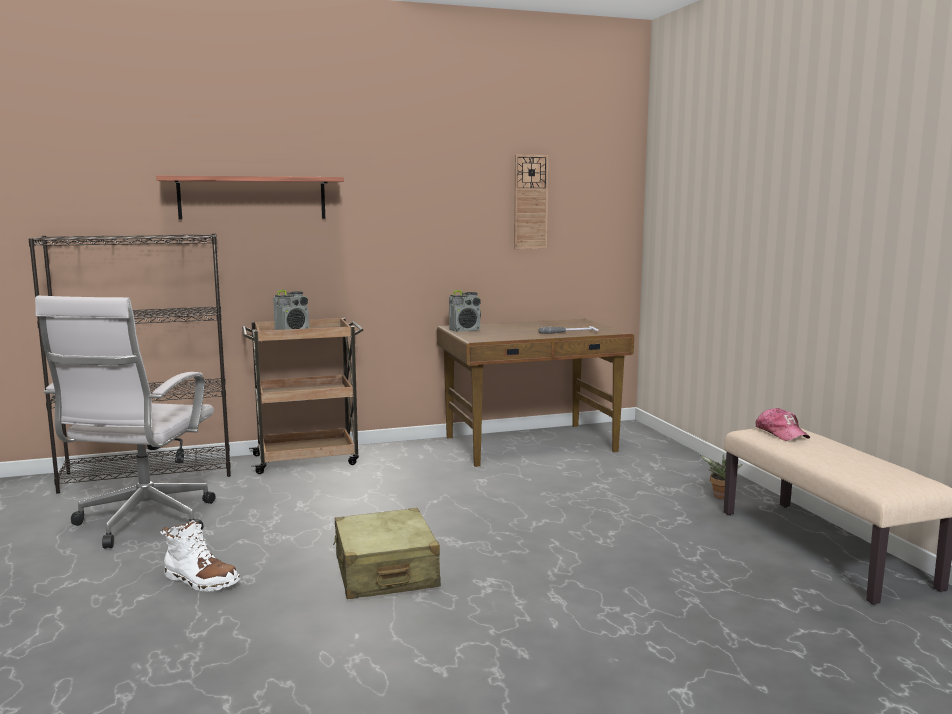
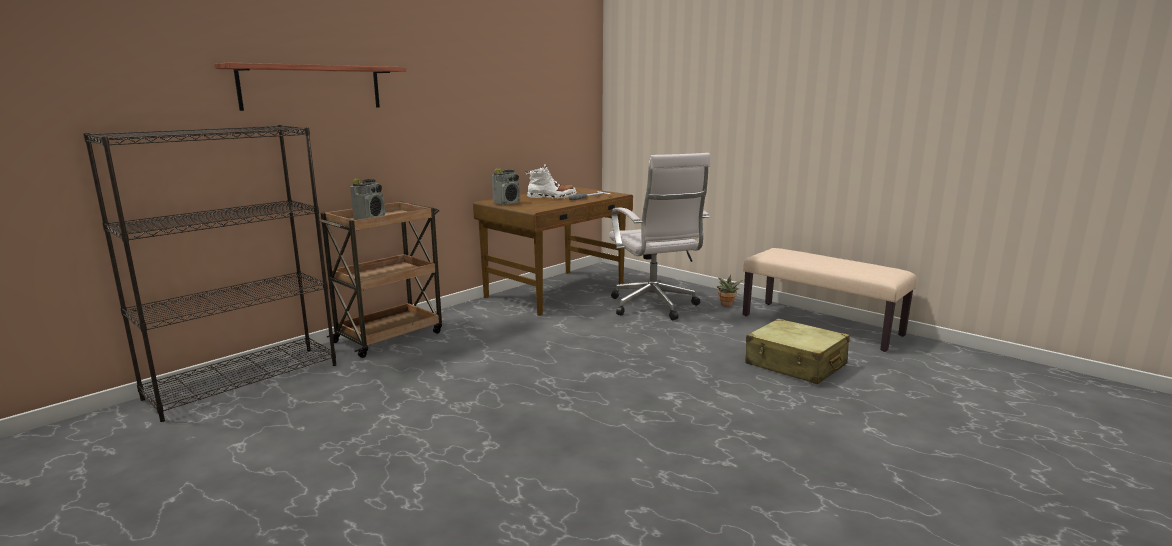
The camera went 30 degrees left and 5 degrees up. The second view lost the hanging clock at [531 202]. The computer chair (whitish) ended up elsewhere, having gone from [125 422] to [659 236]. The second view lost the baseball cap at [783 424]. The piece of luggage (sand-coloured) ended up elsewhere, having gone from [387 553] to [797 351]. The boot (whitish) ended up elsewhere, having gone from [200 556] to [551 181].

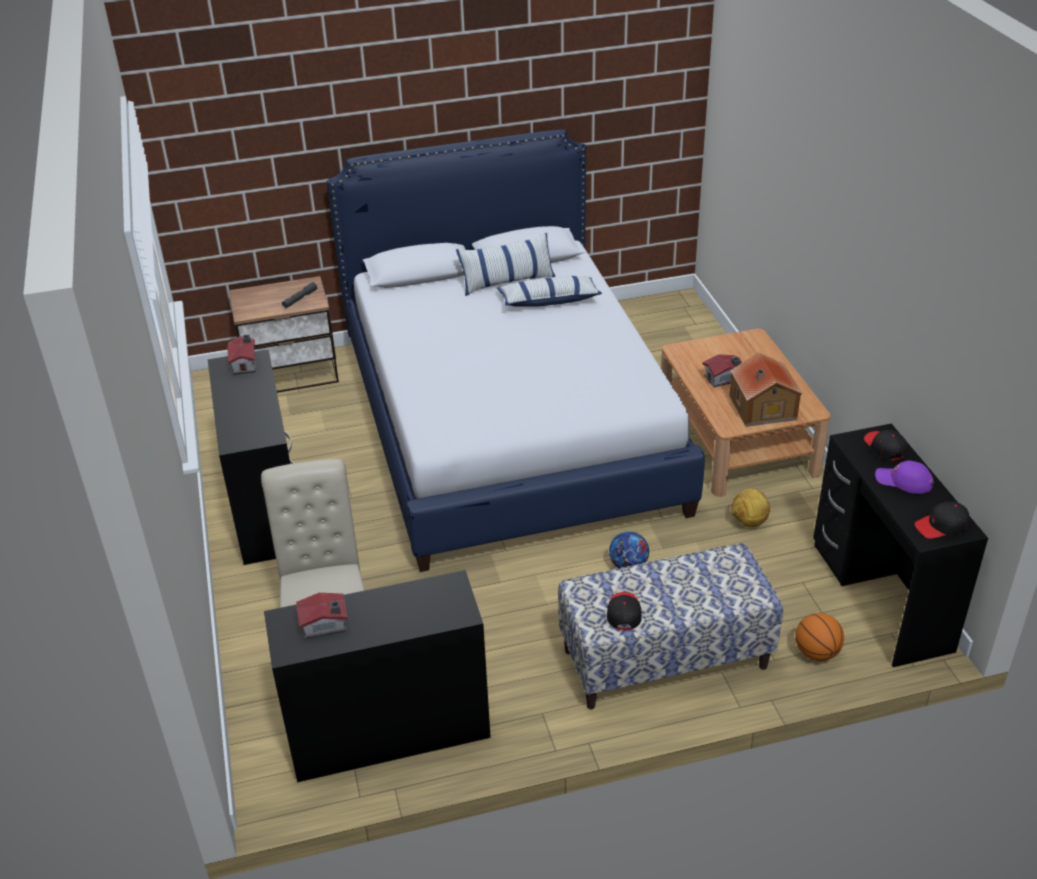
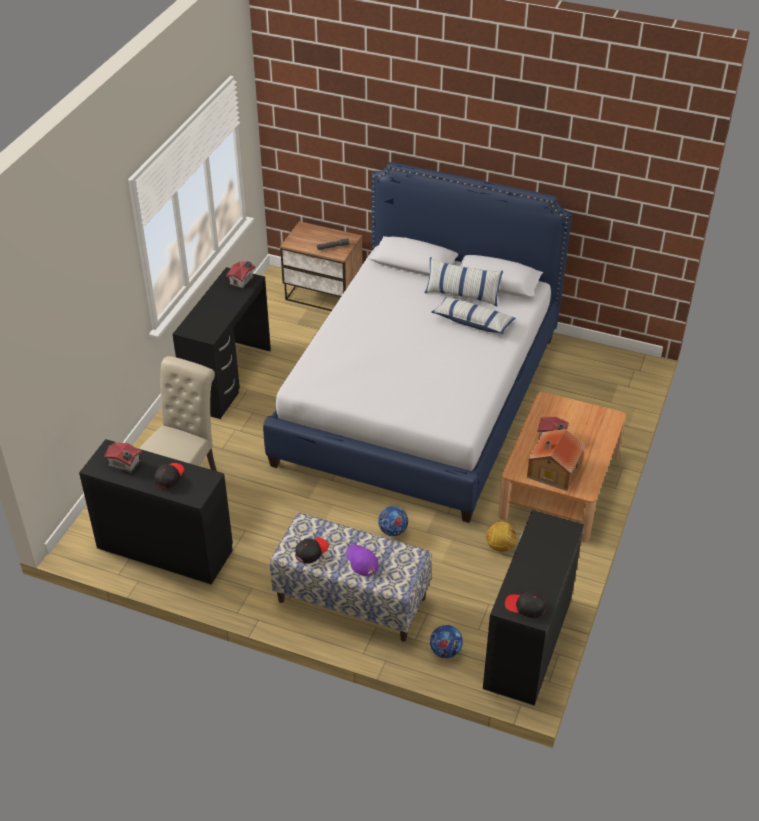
The camera went 35 degrees right and 5 degrees up. The baseball cap (black) ended up elsewhere, having gone from [885 445] to [169 476]. The baseball cap (purplish) ended up elsewhere, having gone from [904 477] to [362 560]. Where the basketball ball stood at [819 637], the football came to stand at [446 641].

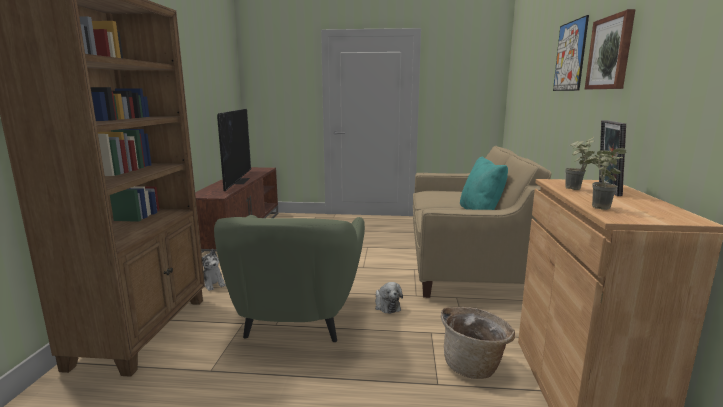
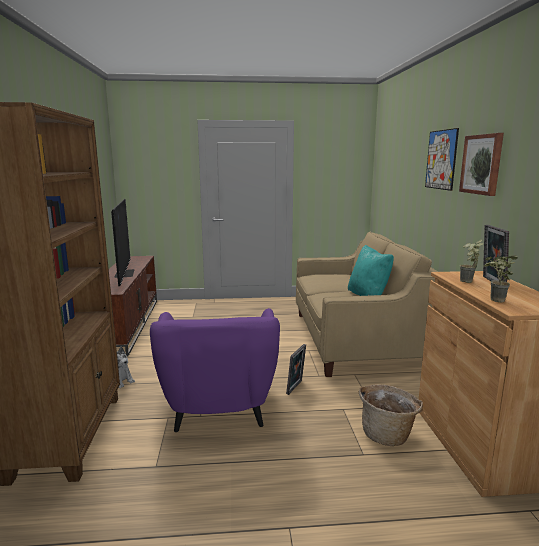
The camera went 10 degrees left and 0 degrees up. What was the lounge chair (green) at [289 278] turned into the lounge chair (purplish) at [215 370]. Where the soft toy stood at [389 298], the standing frame came to stand at [296 369].

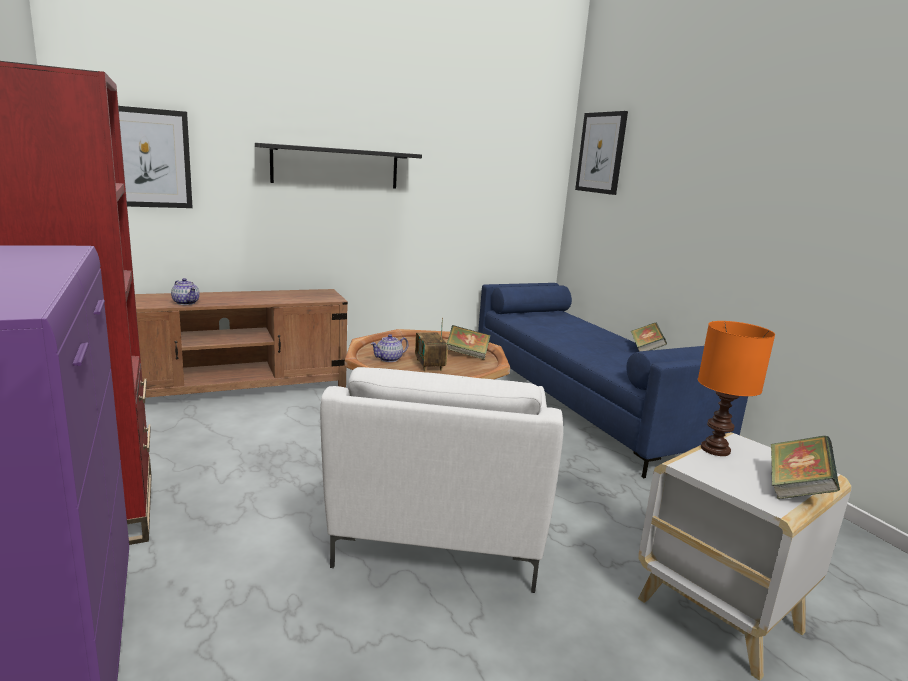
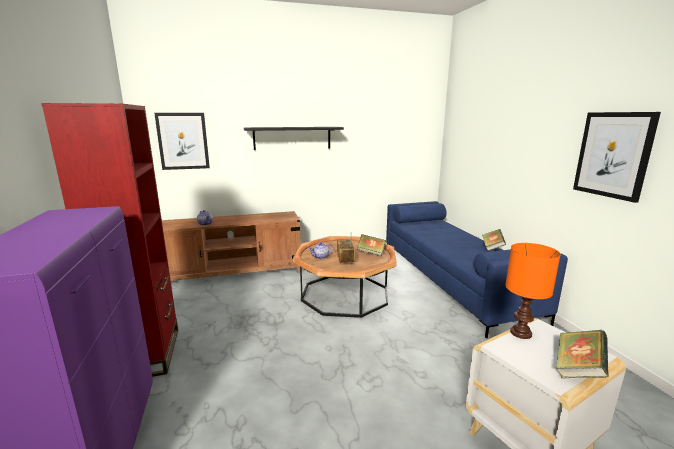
The camera went 10 degrees right and 0 degrees up. The picture ended up elsewhere, having gone from [601 153] to [617 157]. The second view lost the lounge chair (whitish) at [441 480].

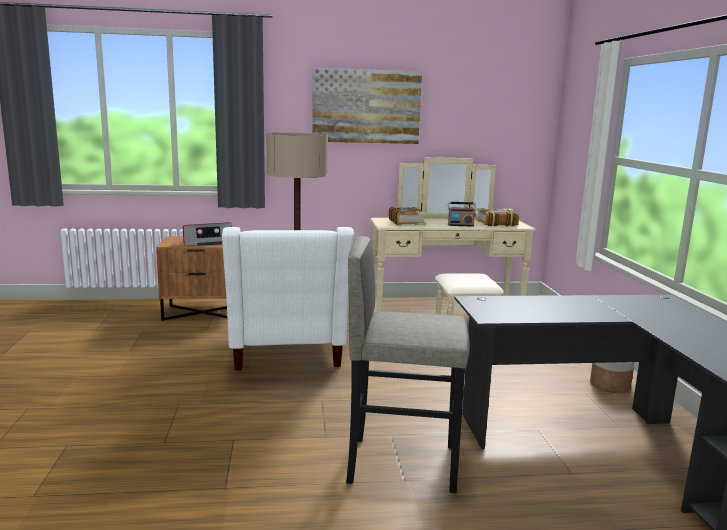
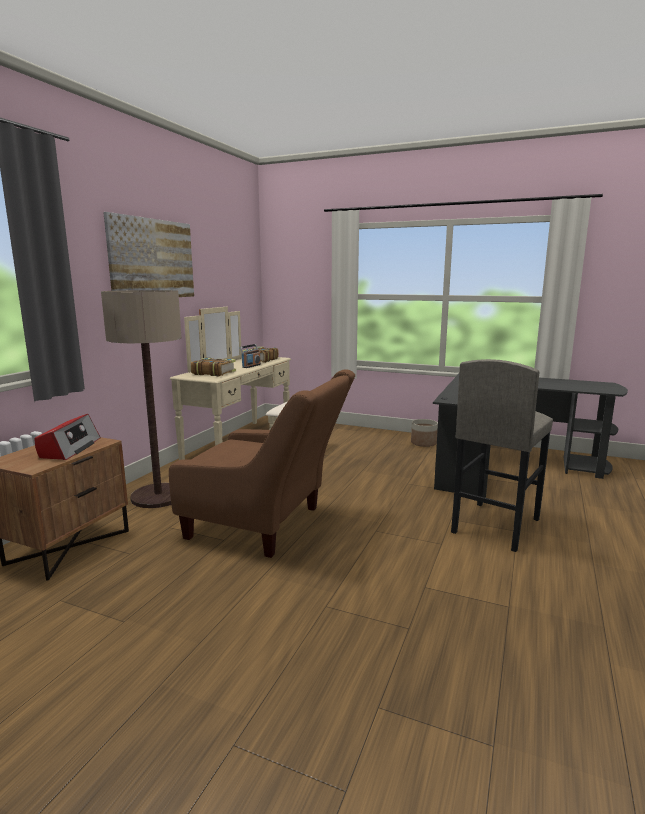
The camera went 60 degrees left and 0 degrees up. What was the lounge chair (whitish) at [288 298] turned into the lounge chair (brownish) at [262 463].

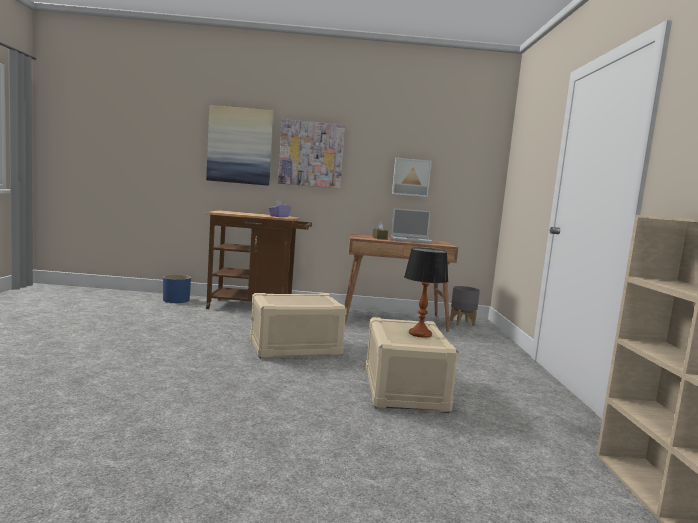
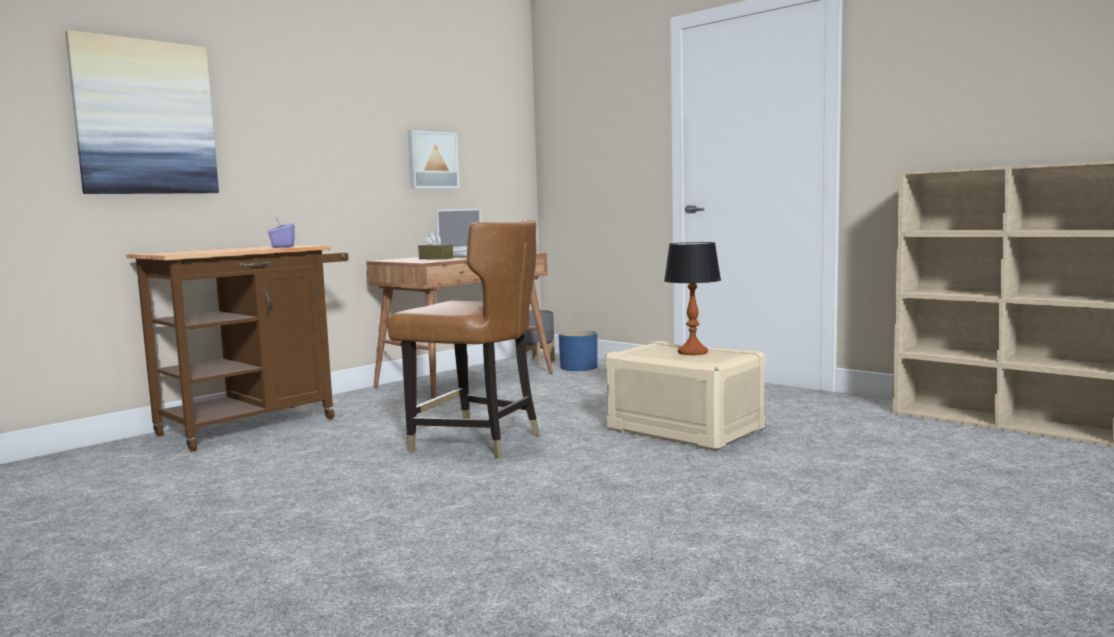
The camera went 45 degrees left and 0 degrees up. The second view lost the picture at [311 154]. The flower pot (blue-coloured) ended up elsewhere, having gone from [177 289] to [578 350]. Where the storage bin (sand-coloured) stood at [298 326], the upright chair (brownish) came to stand at [463 339].

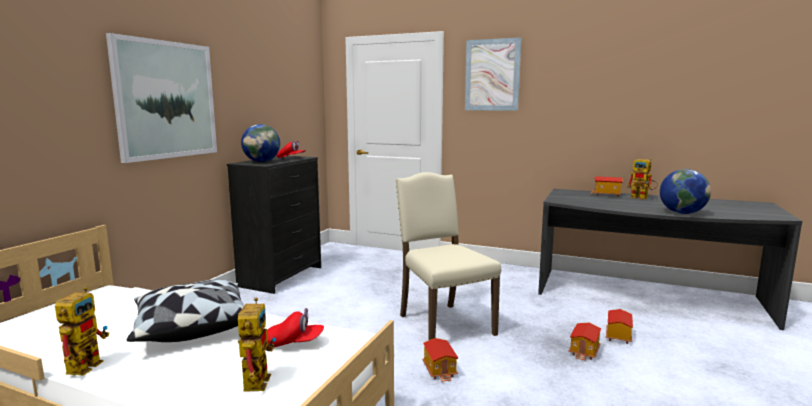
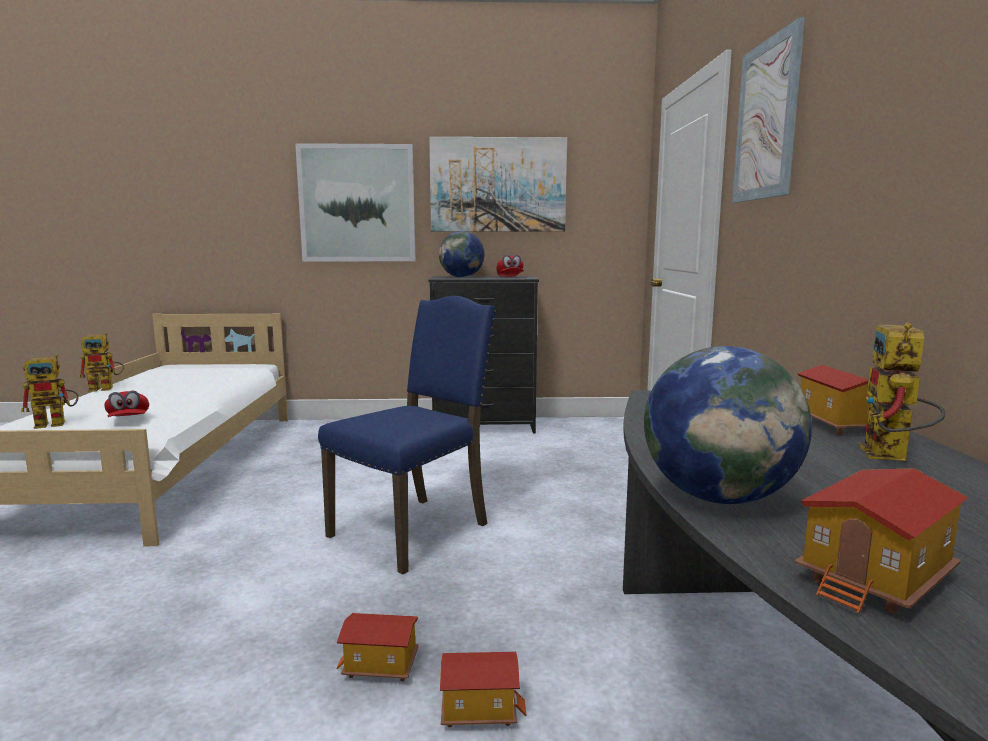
The camera went 65 degrees right and 0 degrees up. What was the upright chair (sand-coloured) at [448 256] turned into the upright chair (blue-coloured) at [407 435]. The second view lost the cushion at [185 311]. The model house ended up elsewhere, having gone from [440 360] to [882 541]. The second view gained the picture at [498 184].

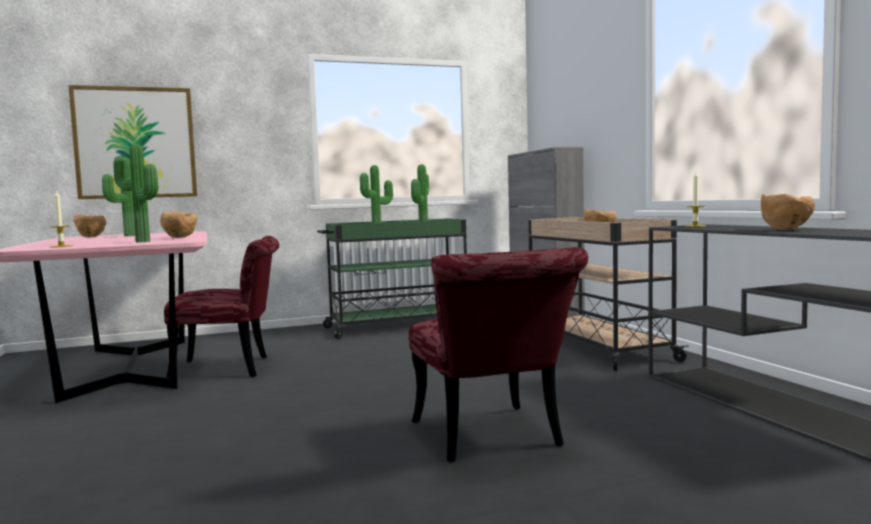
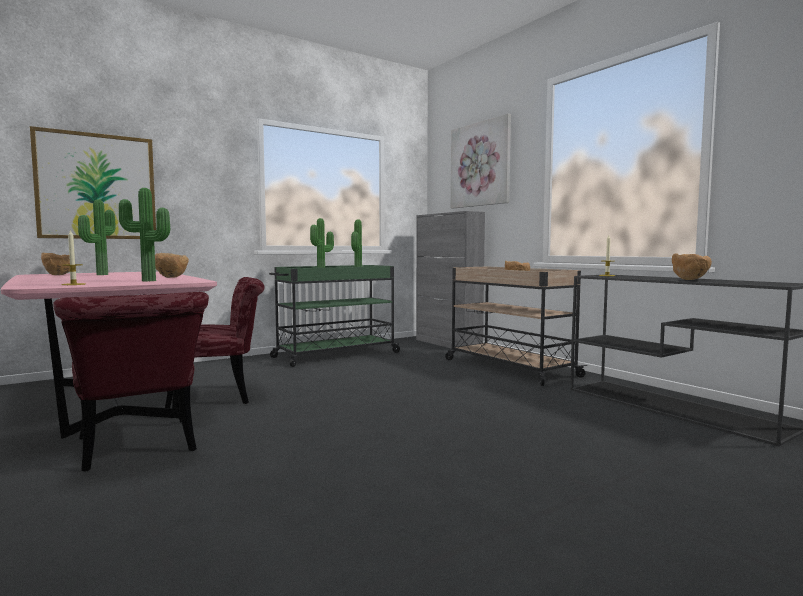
The camera went 15 degrees left and 0 degrees up. The upright chair (red-coloured) ended up elsewhere, having gone from [498 354] to [131 382]. The second view gained the picture at [481 161].

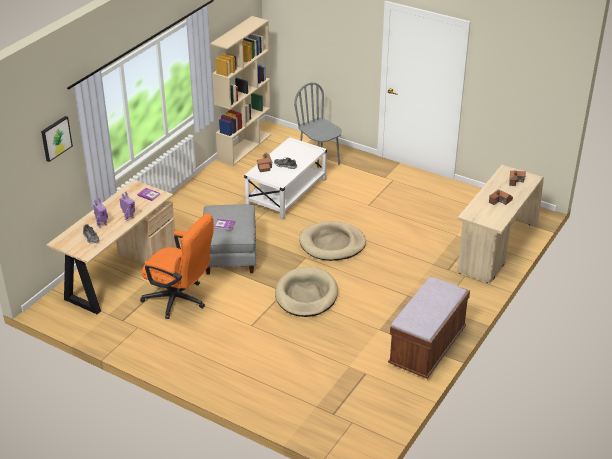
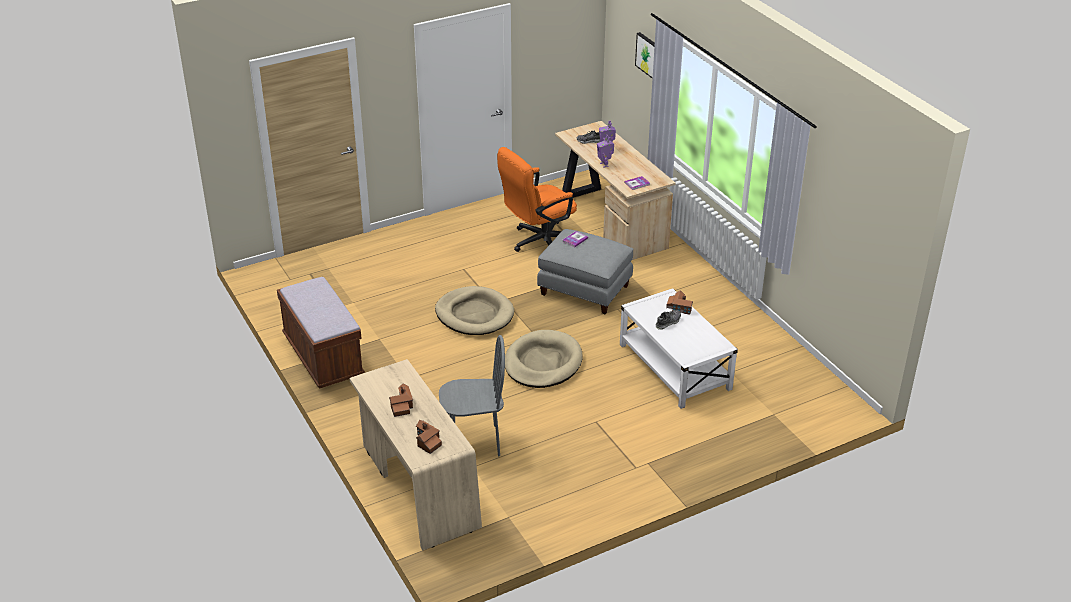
The camera went 120 degrees right and 0 degrees up. The second view lost the shelving unit (sand-coloured) at [240 91]. The upright chair (grey) ended up elsewhere, having gone from [318 125] to [472 395].

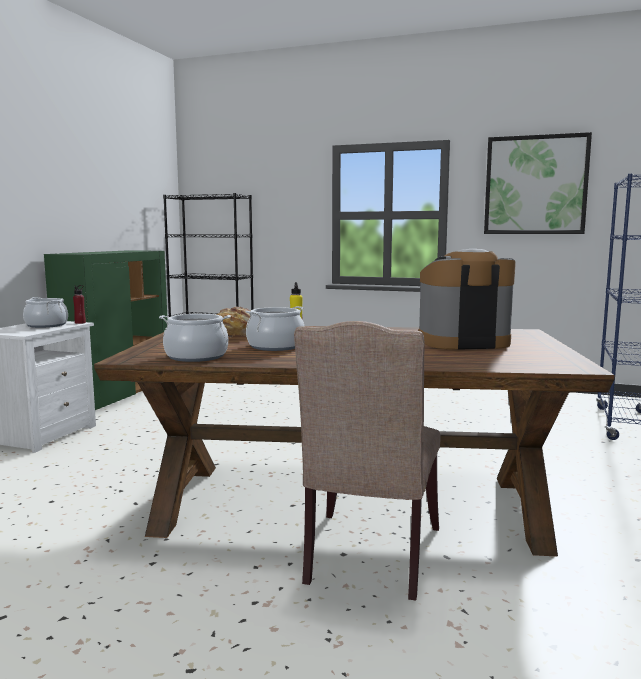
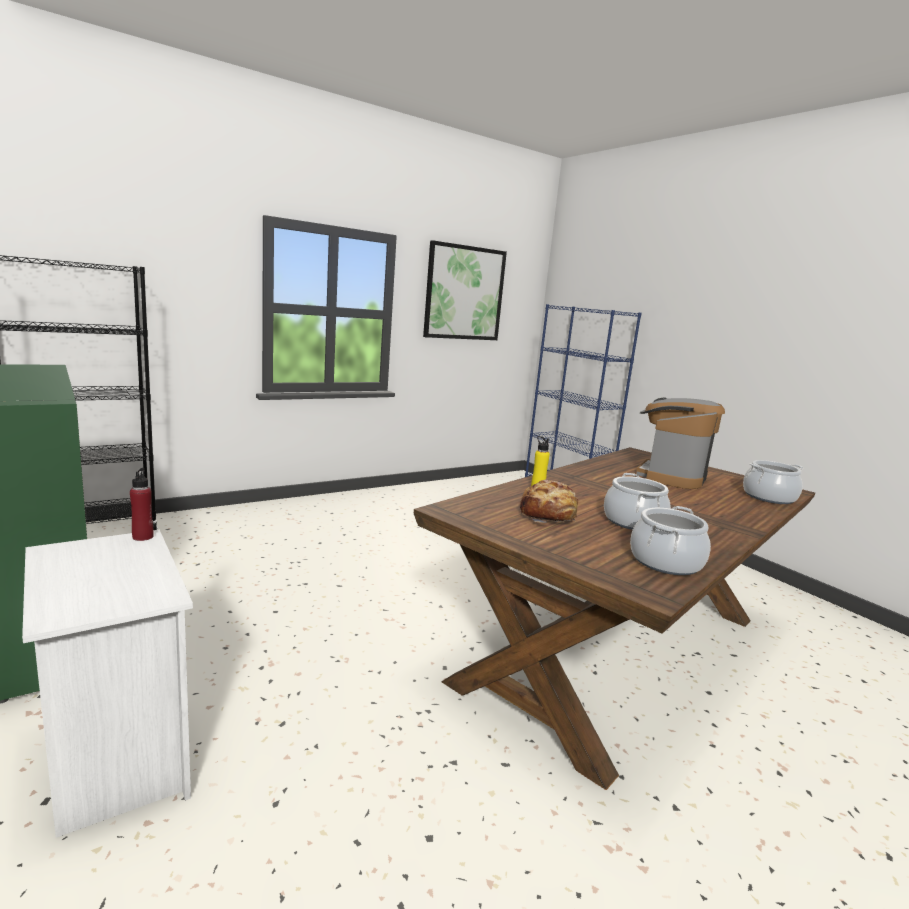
The camera went 55 degrees left and 5 degrees up. The cooking pot ended up elsewhere, having gone from [45 312] to [773 482]. The second view lost the upright chair (sand-coloured) at [367 461].

